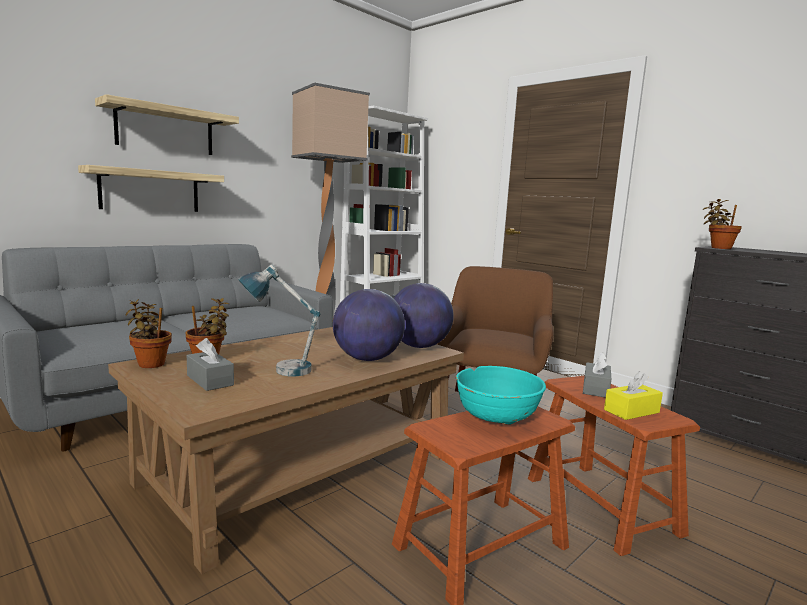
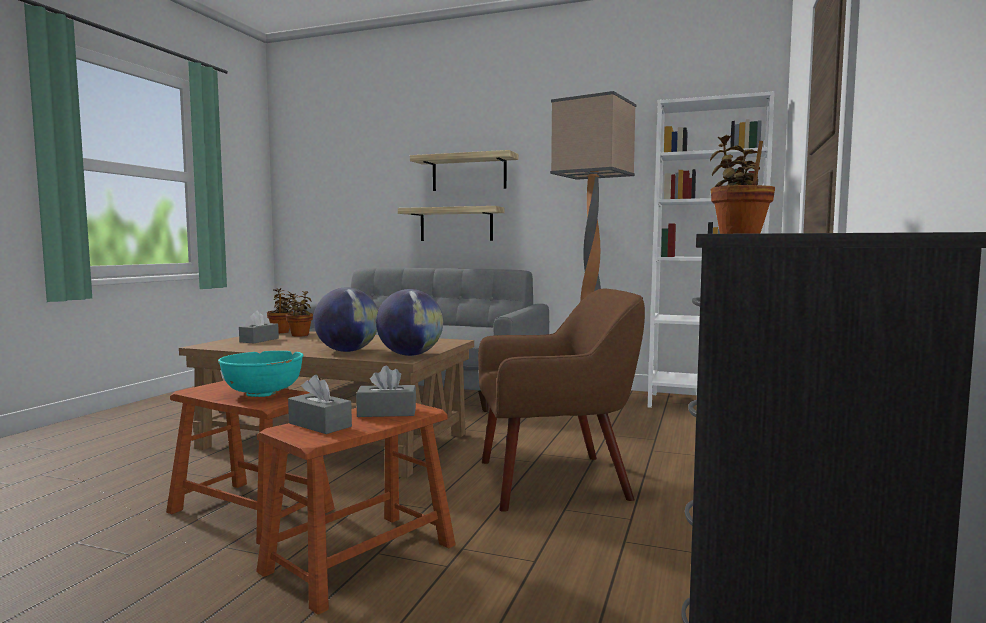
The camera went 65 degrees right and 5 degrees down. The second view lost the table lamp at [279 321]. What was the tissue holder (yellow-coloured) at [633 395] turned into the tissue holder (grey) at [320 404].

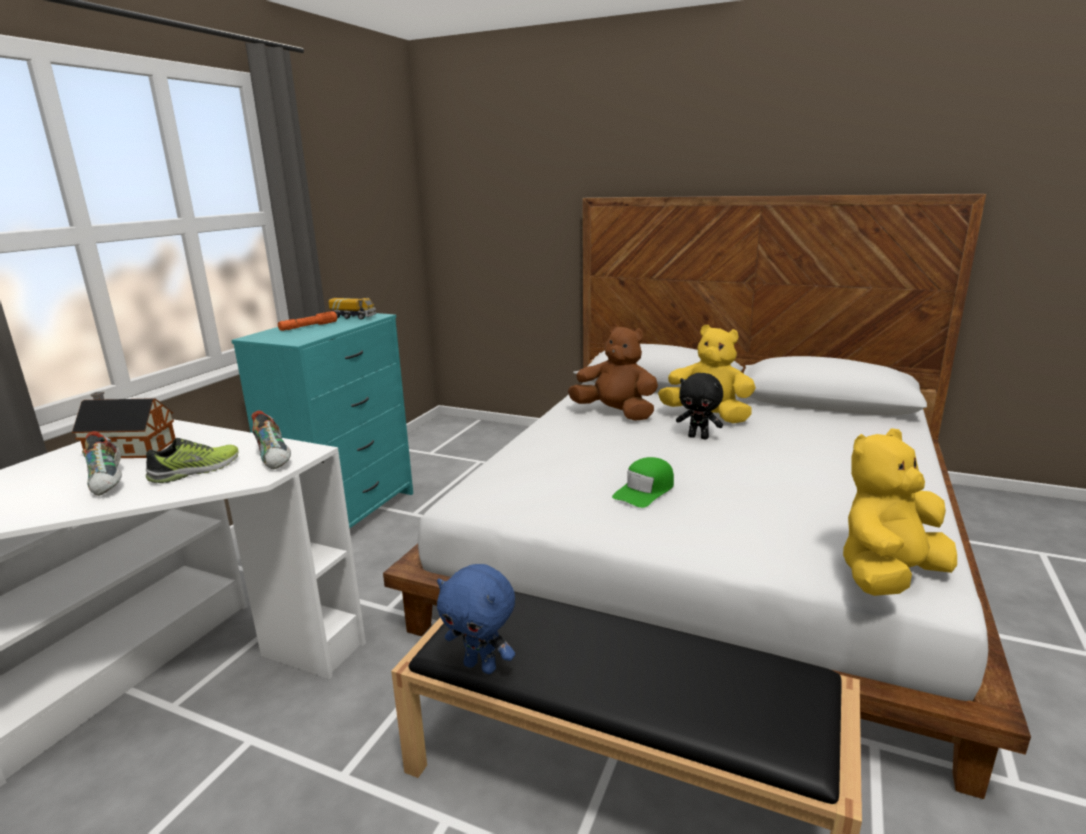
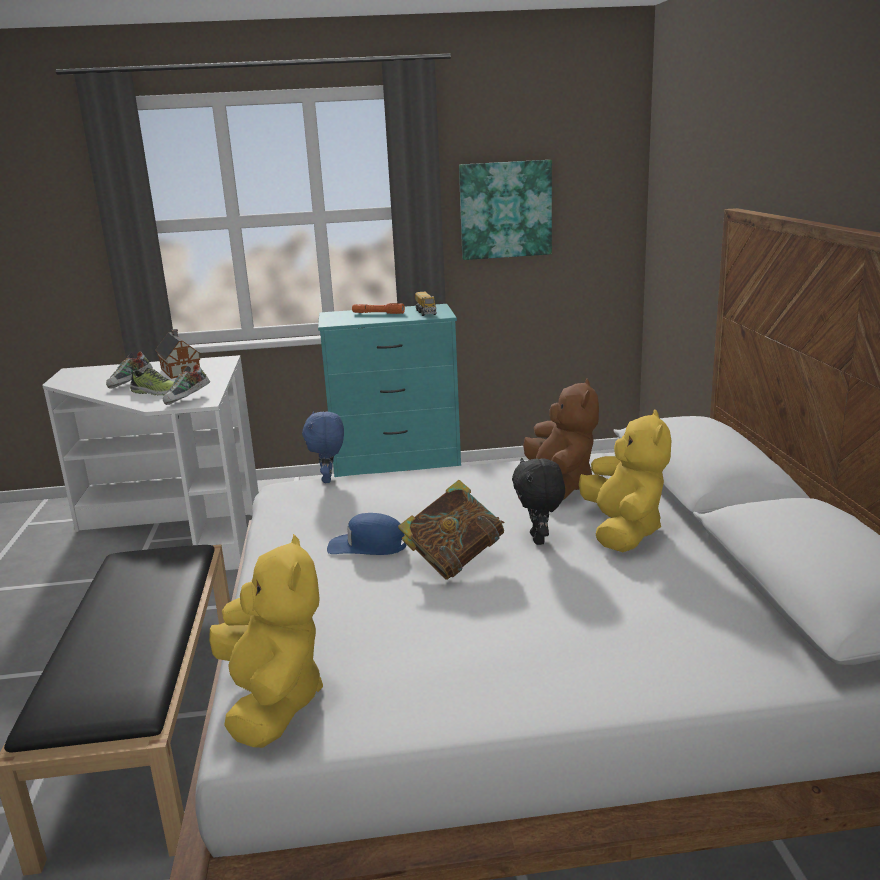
The camera went 60 degrees right and 0 degrees up. The soft toy (yellow-coloured) at [900 512] ended up facing another way, 45 degrees clockwise from before. What was the baseball cap (green) at [643 482] turned into the baseball cap (blue-coloured) at [367 534]. The soft toy (blue-coloured) ended up elsewhere, having gone from [476 619] to [323 447]. The second view gained the picture at [505 210]. The second view gained the volume at [451 530].

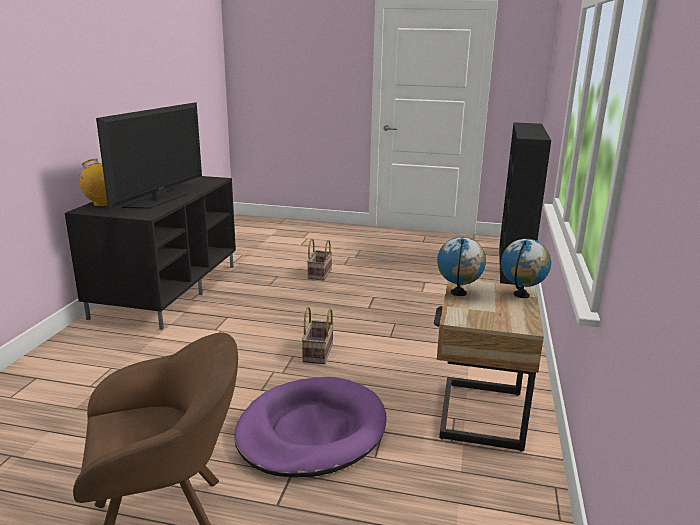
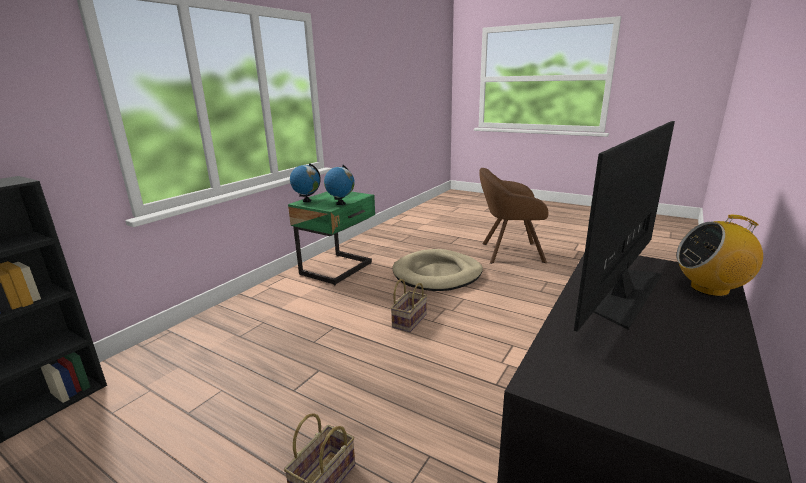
The camera went 160 degrees left and 0 degrees up. What was the bedside table (sand-coloured) at [489 366] turned into the bedside table (green) at [331 238]. What was the dog bed (purplish) at [310 427] turned into the dog bed (sand-coloured) at [438 270].

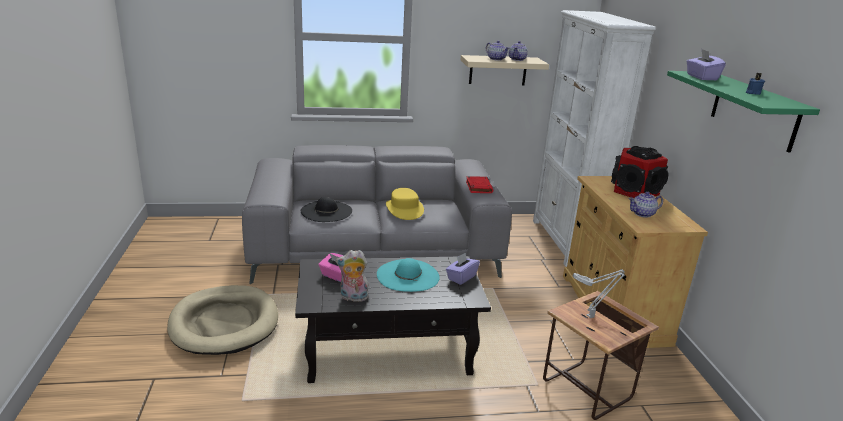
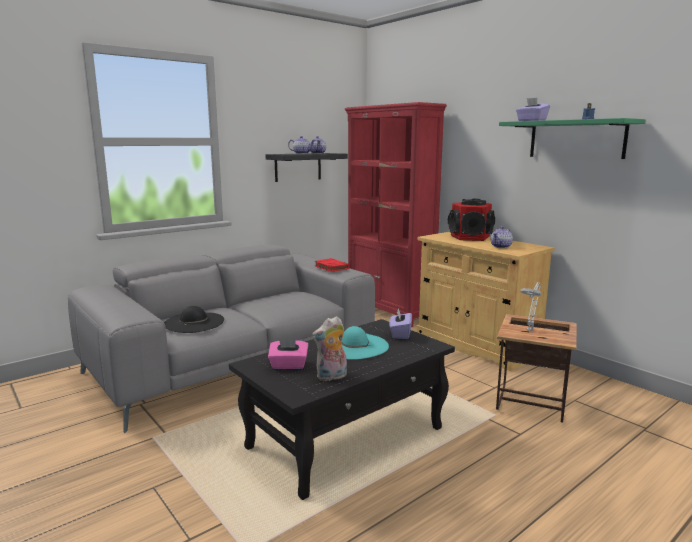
The camera went 30 degrees left and 10 degrees down. What was the shelving unit (whitish) at [594 138] turned into the shelving unit (red-coloured) at [396 214]. What was the wall shelf (sand-coloured) at [505 70] turned into the wall shelf (black) at [307 167]. The second view lost the hat (yellow-coloured) at [405 204]. The second view lost the dog bed (sand-coloured) at [222 320].

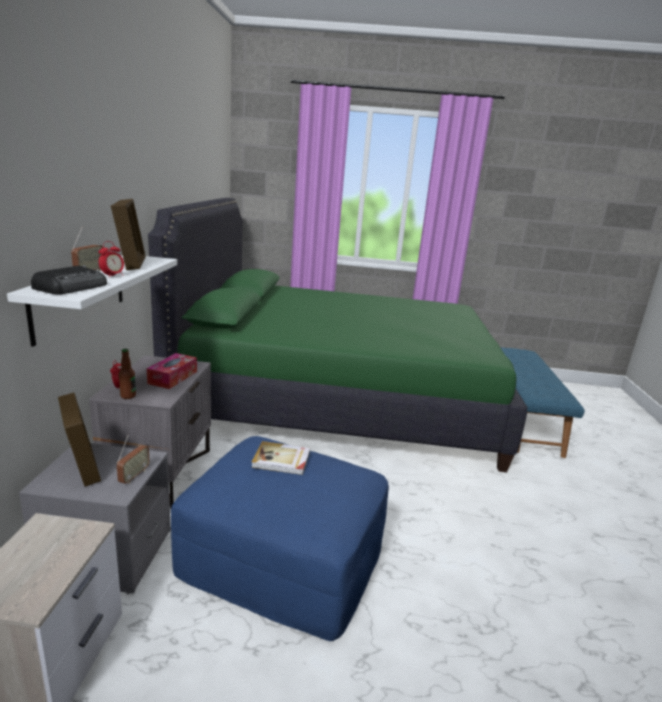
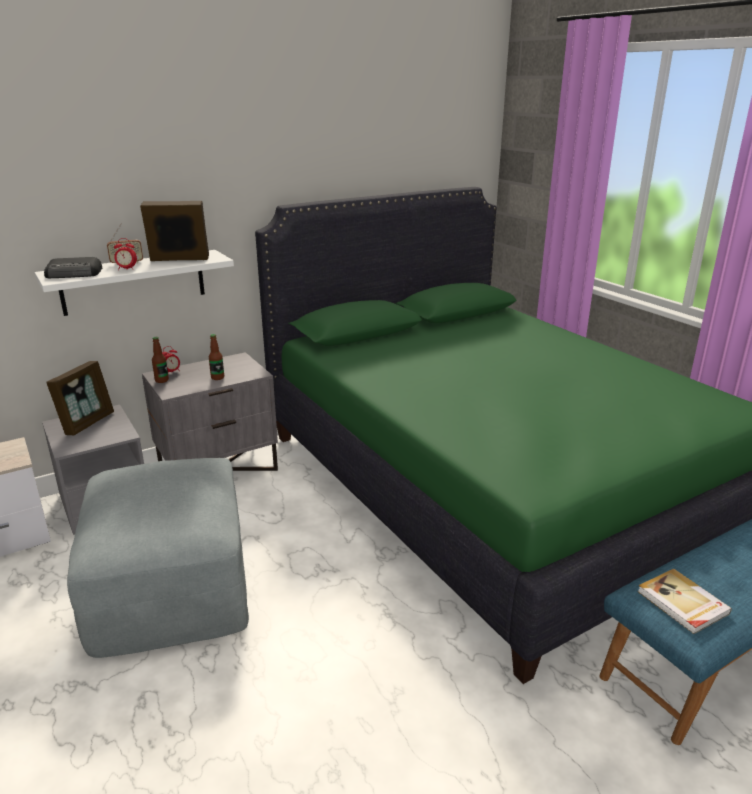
The camera went 55 degrees right and 5 degrees up. The standing frame at [128 234] ended up facing another way, 135 degrees counterclockwise from before. Where the tissue holder stood at [172 371], the drink bottle came to stand at [216 357]. The second view lost the radio at [133 459]. What was the footrest (blue-coloured) at [280 538] turned into the footrest (grey) at [158 558]. The volume ended up elsewhere, having gone from [280 458] to [684 601].

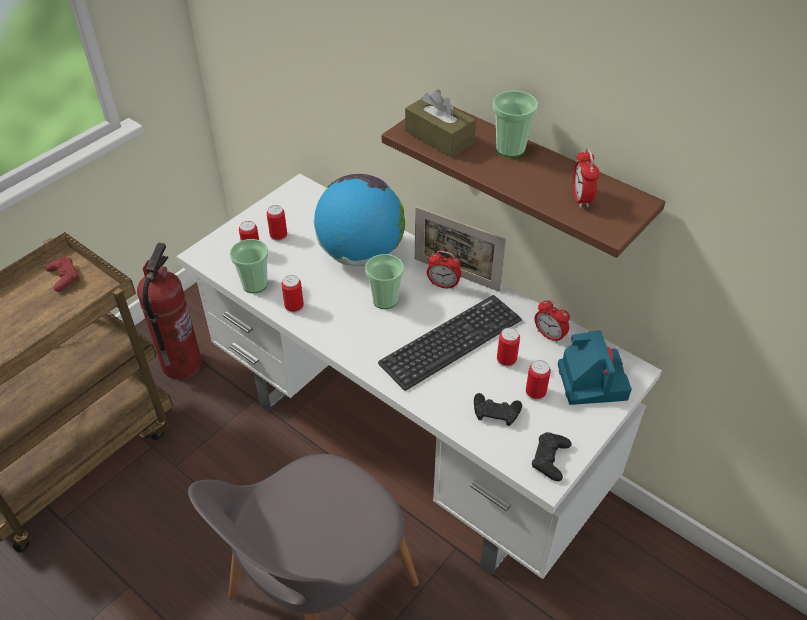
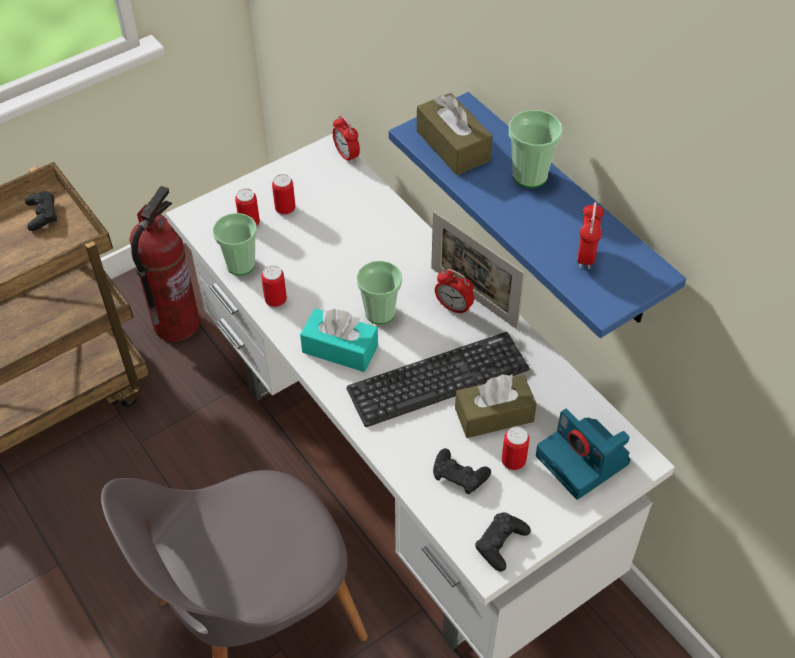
The camera went 15 degrees right and 5 degrees up. What was the wall shelf (brownish) at [524 182] turned into the wall shelf (blue-coloured) at [537 215]. The second view lost the world globe at [359 220]. What was the game controller (red-coloured) at [62 274] turned into the game controller (black) at [41 211]. The bedside clock ended up elsewhere, having gone from [552 321] to [346 139]. Where the can stood at [508 347], the tissue holder (brownish) came to stand at [496 406]. The photo camera at [595 367] ended up facing another way, 135 degrees clockwise from before. The second view gained the tissue holder (turquoise-coloured) at [339 340].

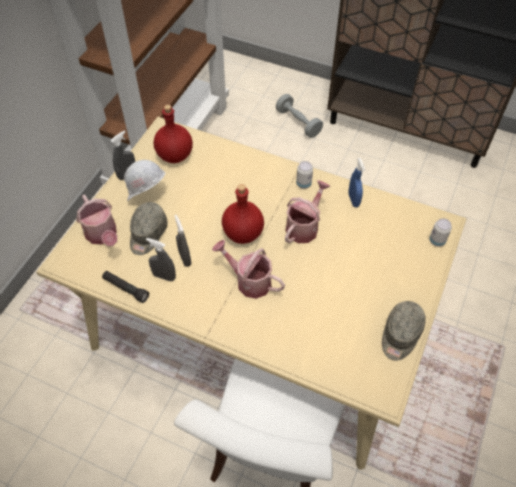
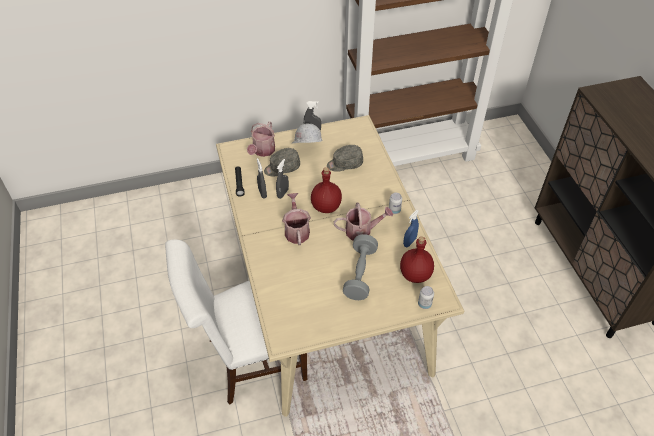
The camera went 50 degrees right and 5 degrees down. The hand weight (grey) ended up elsewhere, having gone from [299 116] to [360 267]. The drink bottle (red-coloured) ended up elsewhere, having gone from [173 133] to [417 259]. The baseball cap (grey) ended up elsewhere, having gone from [404 331] to [345 158].

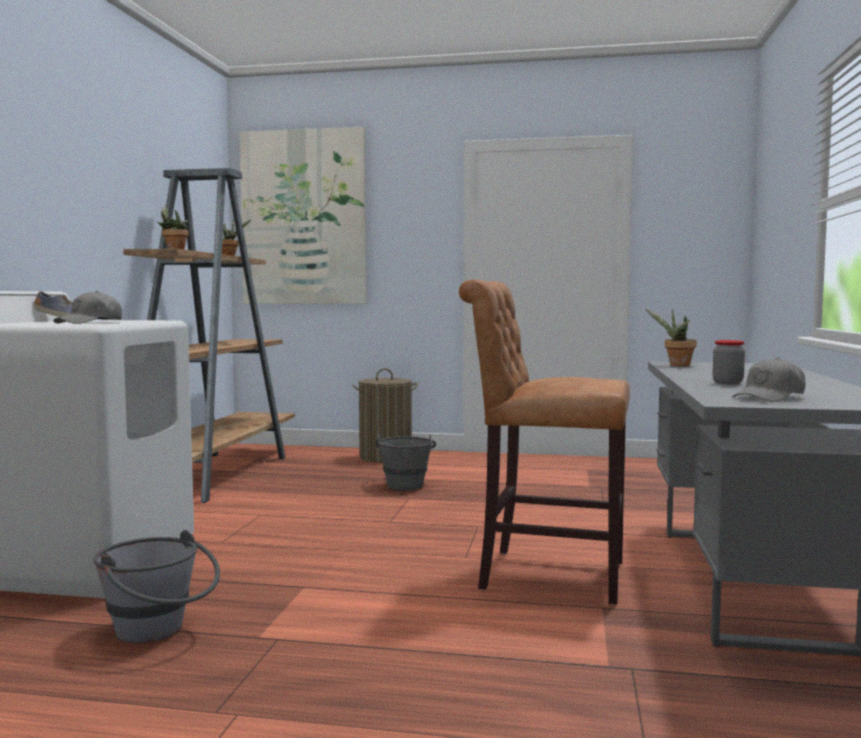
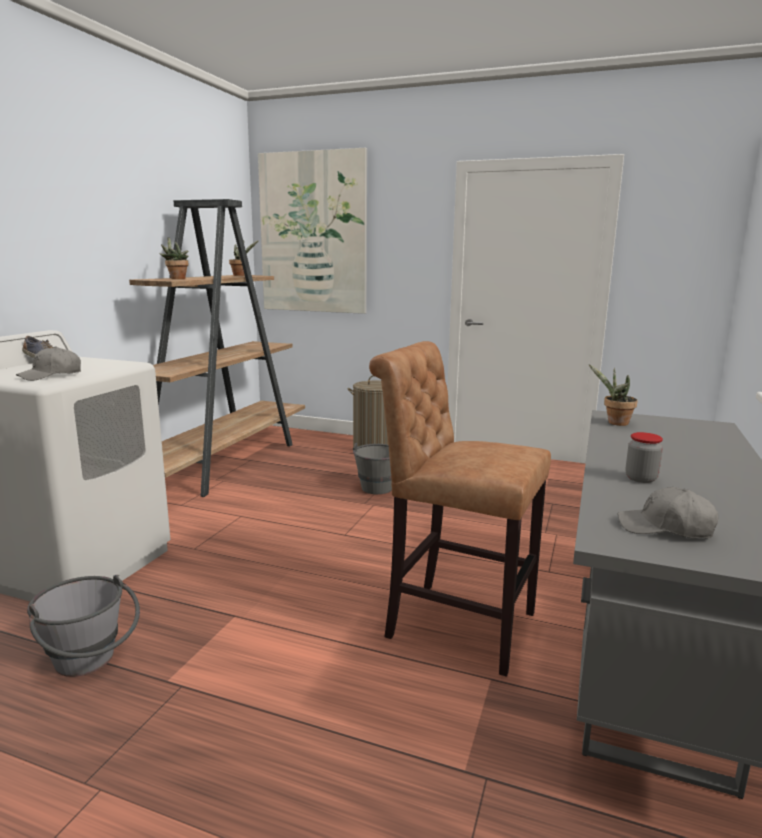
The camera went 10 degrees right and 10 degrees up. The baseball cap (grey) at [769 379] ended up facing another way, 45 degrees clockwise from before.

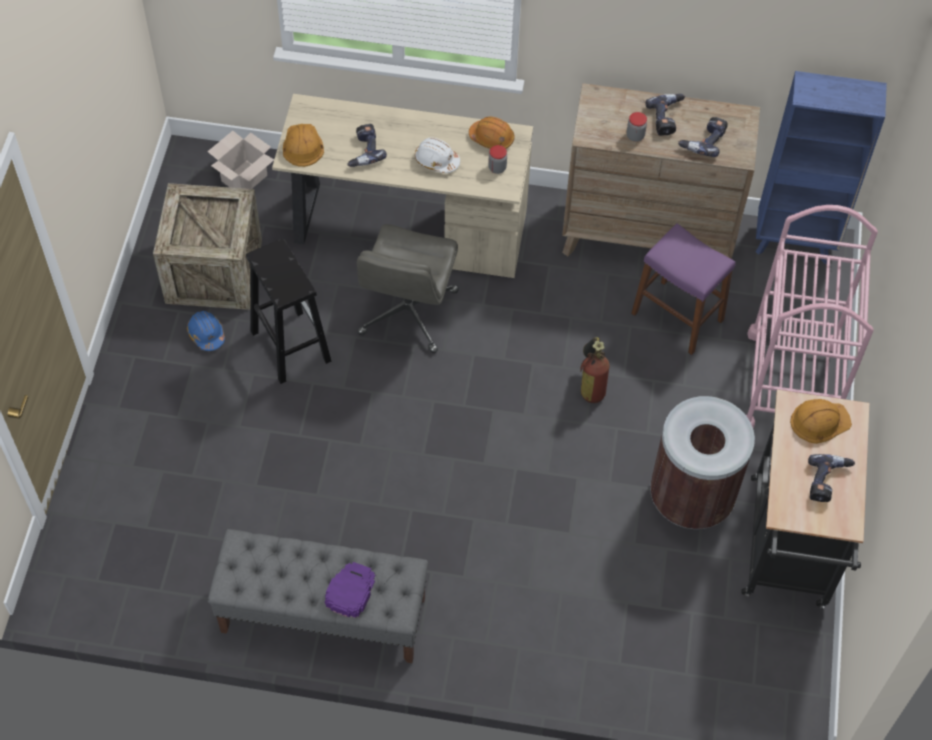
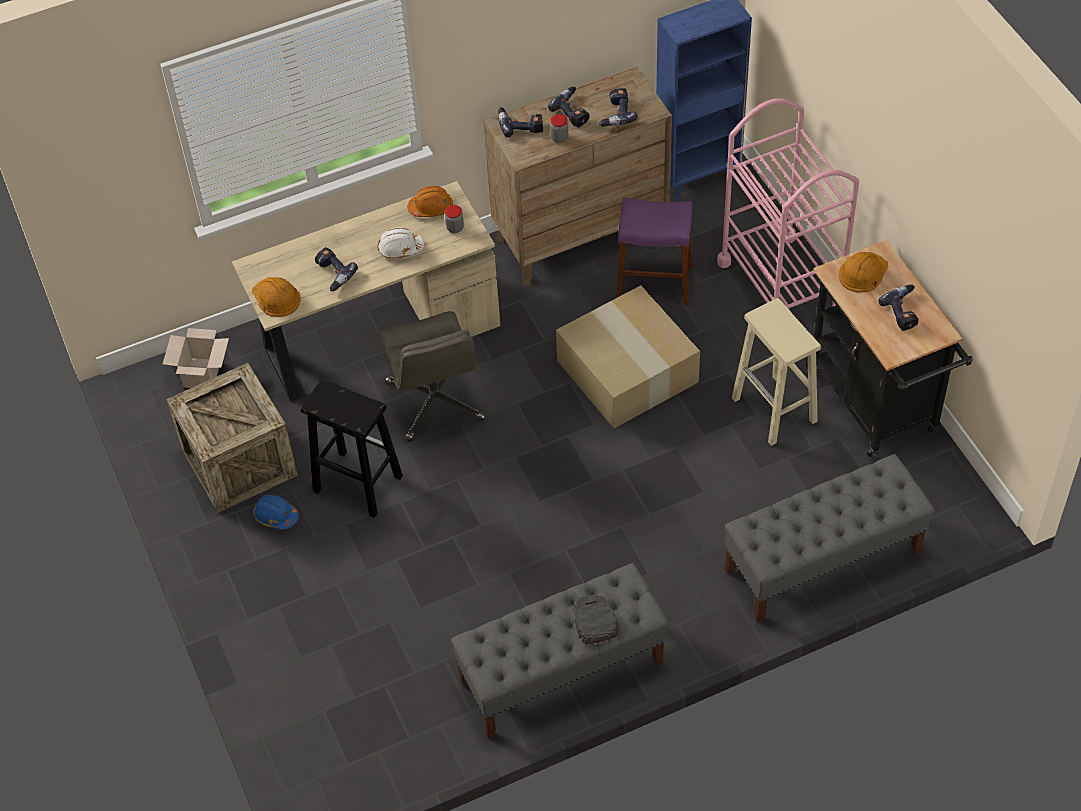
The camera went 30 degrees left and 5 degrees down. Where the extinguisher stood at [595 370], the carton came to stand at [628 356]. Where the waste bin (brownish) stood at [702 462], the stool (sand-coloured) came to stand at [776 372]. What was the baseball cap (purplish) at [350 590] turned into the baseball cap (black) at [595 619]. The second view gained the drill at [520 122]. The second view gained the indoor bench (grey) at [829 538].

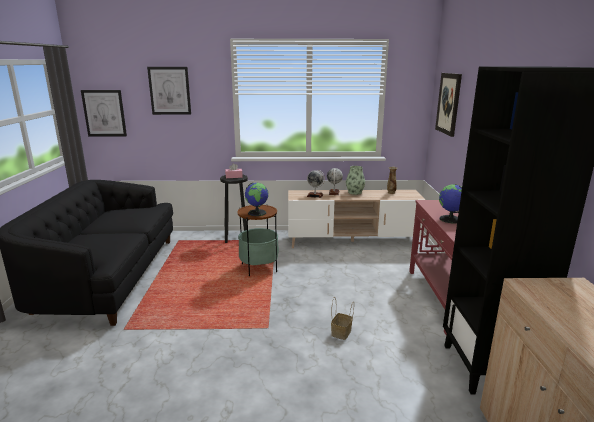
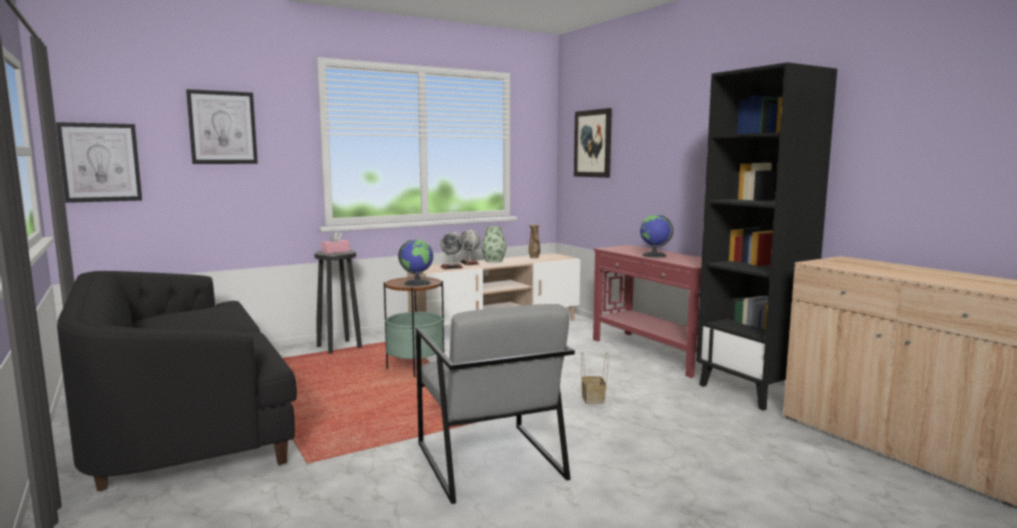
The camera went 30 degrees left and 10 degrees down. The second view gained the lounge chair (grey) at [495 404].

